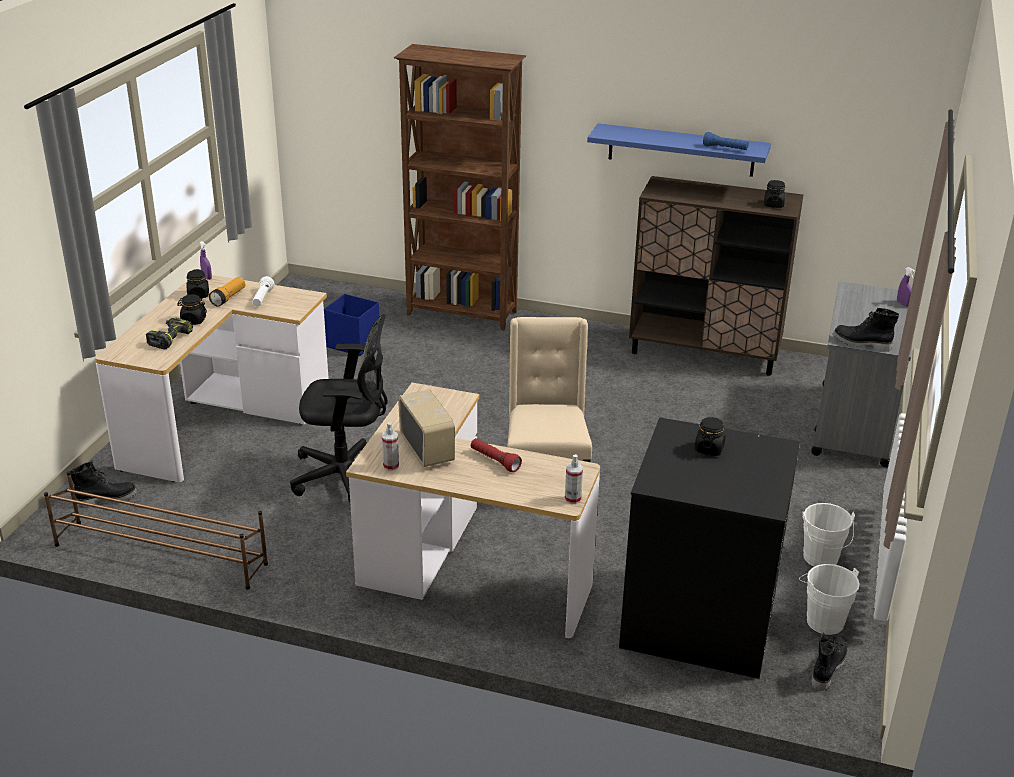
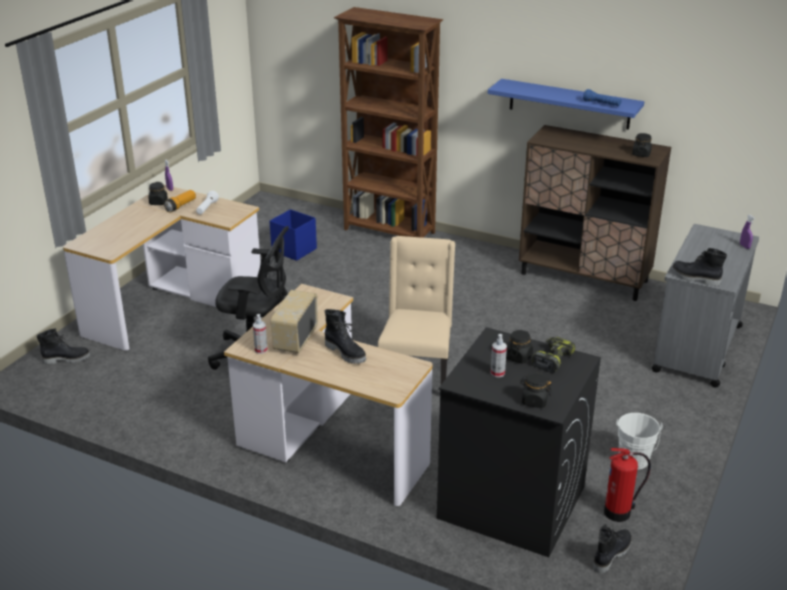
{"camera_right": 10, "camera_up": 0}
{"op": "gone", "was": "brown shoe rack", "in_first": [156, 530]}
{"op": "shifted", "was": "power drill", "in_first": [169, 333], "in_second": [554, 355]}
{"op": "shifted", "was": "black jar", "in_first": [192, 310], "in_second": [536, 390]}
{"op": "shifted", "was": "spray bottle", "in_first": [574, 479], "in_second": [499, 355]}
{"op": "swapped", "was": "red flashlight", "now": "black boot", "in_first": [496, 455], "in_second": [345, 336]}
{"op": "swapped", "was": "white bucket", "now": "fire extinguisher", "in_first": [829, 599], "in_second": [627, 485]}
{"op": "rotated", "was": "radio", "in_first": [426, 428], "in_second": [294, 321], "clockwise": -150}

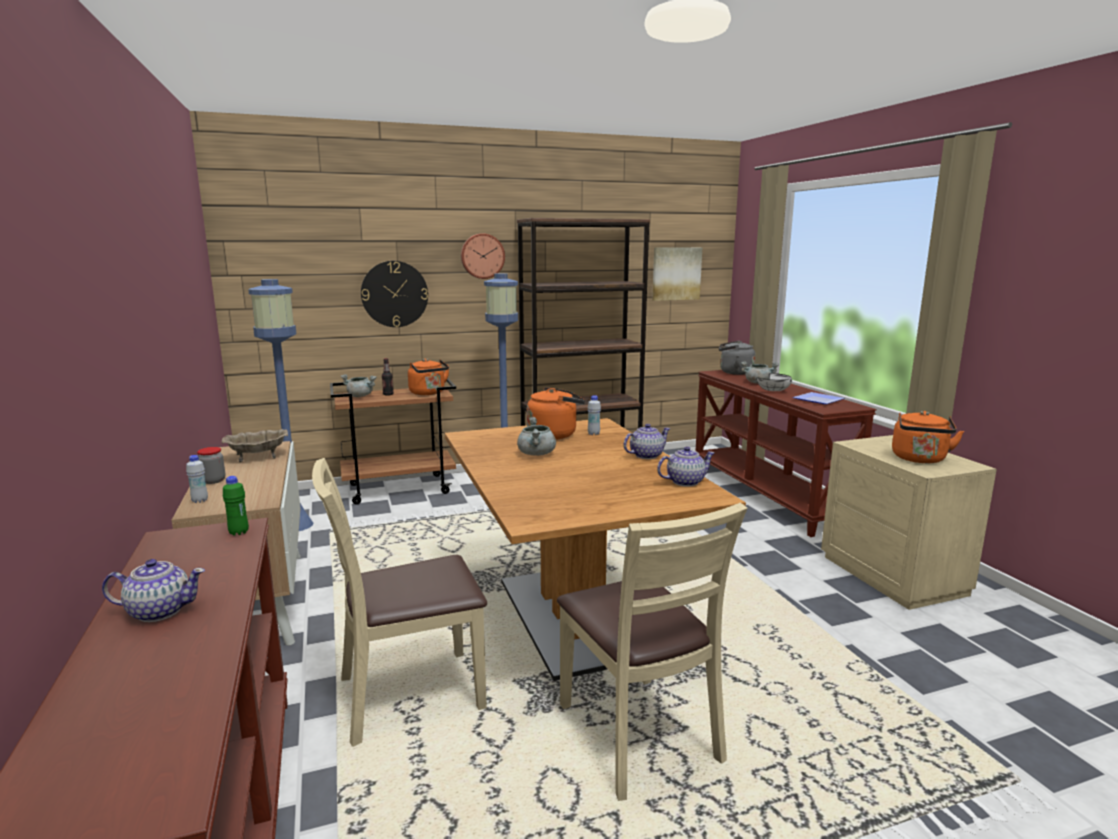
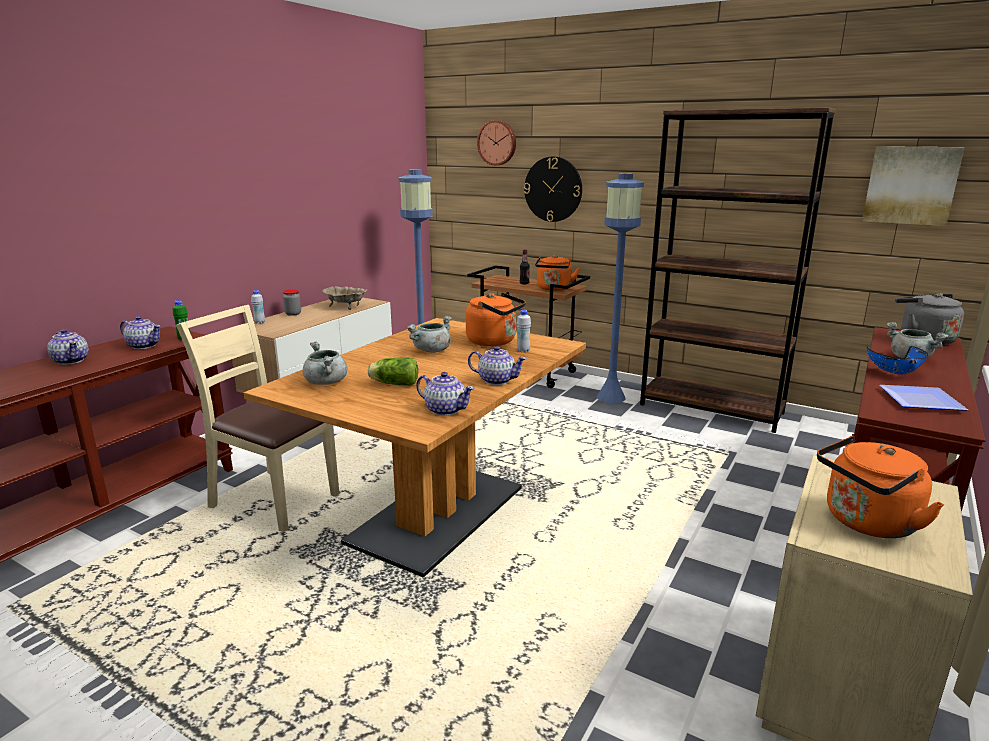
{"camera_right": 50, "camera_up": 5}
{"op": "gone", "was": "beige chair", "in_first": [652, 652]}
{"op": "new", "now": "teapot", "in_second": [140, 332]}
{"op": "new", "now": "lettuce", "in_second": [392, 371]}
{"op": "shifted", "was": "grey cooking pot", "in_first": [358, 385], "in_second": [325, 363]}
{"op": "shifted", "was": "wall clock", "in_first": [483, 256], "in_second": [496, 142]}
{"op": "repainted", "was": "white bowl", "now": "blue bowl", "in_first": [774, 382], "in_second": [897, 360]}

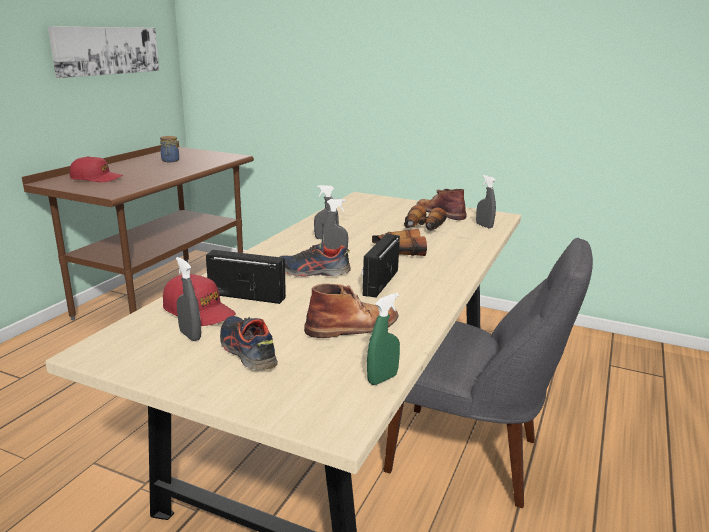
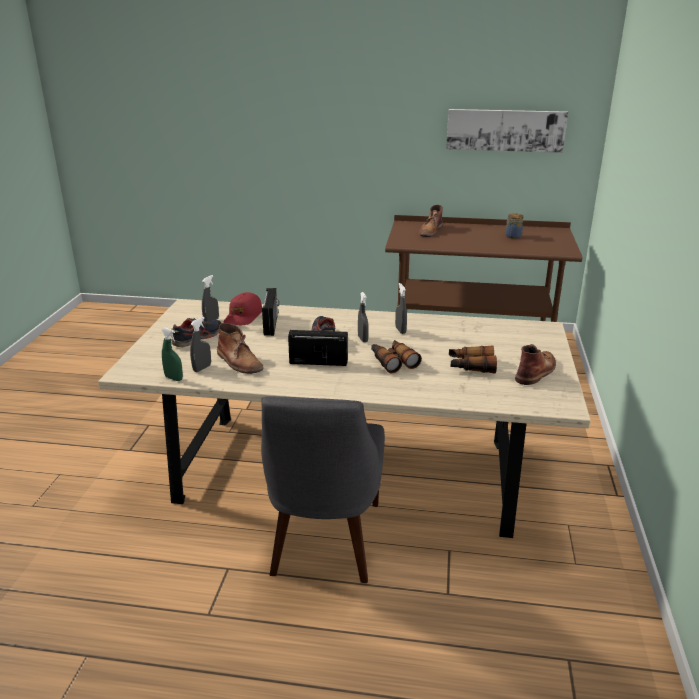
{"camera_right": 75, "camera_up": 5}
{"op": "shifted", "was": "grey spray bottle", "in_first": [486, 202], "in_second": [200, 344]}
{"op": "swapped", "was": "red cap", "now": "brown boot", "in_first": [96, 169], "in_second": [431, 221]}

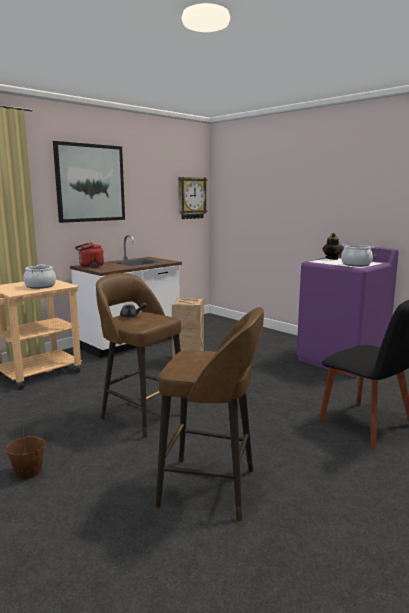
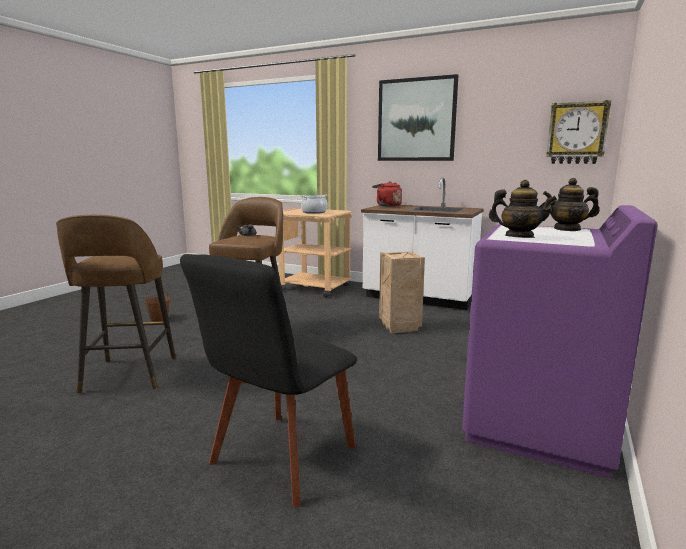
{"camera_right": 70, "camera_up": 0}
{"op": "swapped", "was": "cooking pot", "now": "teapot", "in_first": [357, 255], "in_second": [523, 209]}

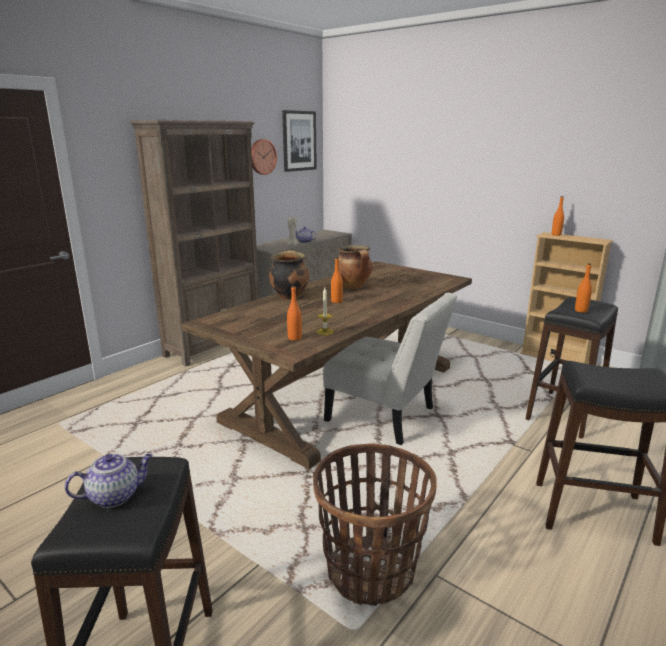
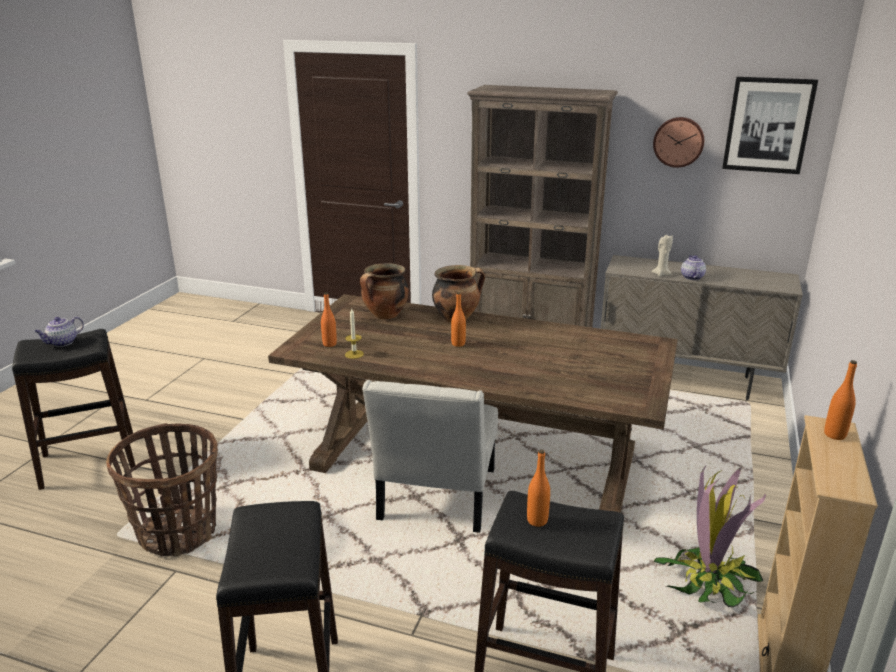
{"camera_right": 70, "camera_up": 5}
{"op": "new", "now": "potted plant", "in_second": [710, 535]}
{"op": "shifted", "was": "cooking pot", "in_first": [355, 267], "in_second": [384, 291]}
{"op": "rotated", "was": "teapot", "in_first": [109, 480], "in_second": [59, 331], "clockwise": 90}

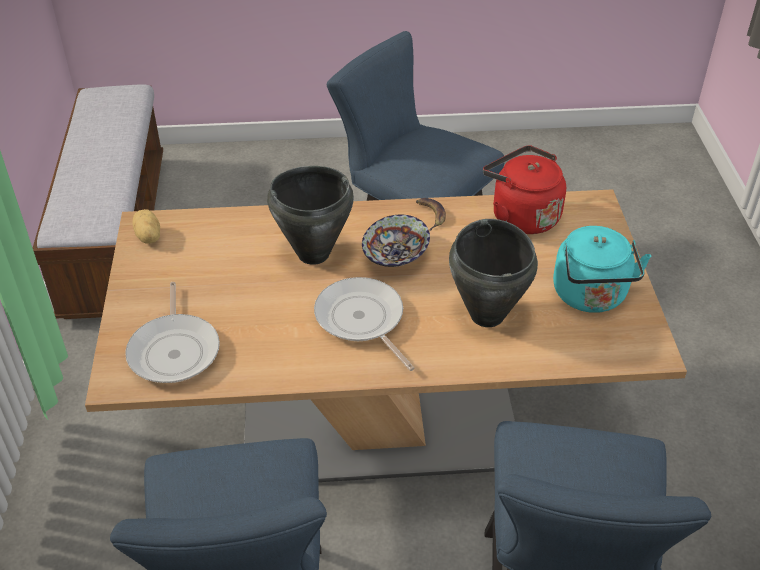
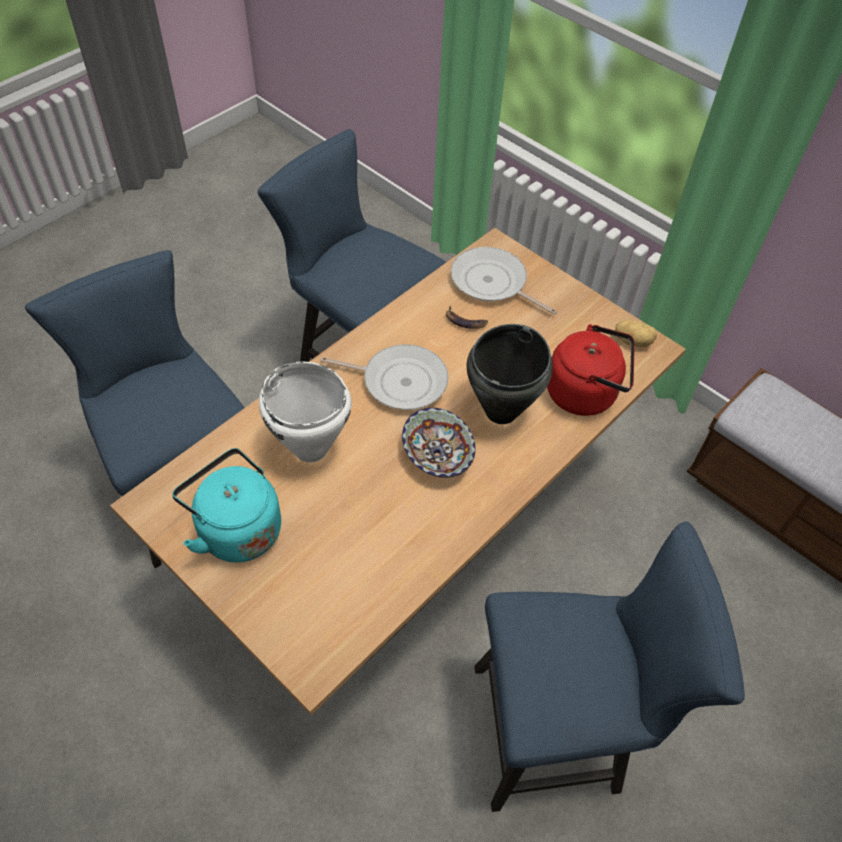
{"camera_right": 135, "camera_up": 10}
{"op": "shifted", "was": "banana", "in_first": [431, 214], "in_second": [467, 317]}
{"op": "shifted", "was": "red kettle", "in_first": [524, 189], "in_second": [591, 370]}
{"op": "repainted", "was": "black cooking pot", "now": "white cooking pot", "in_first": [493, 273], "in_second": [305, 411]}

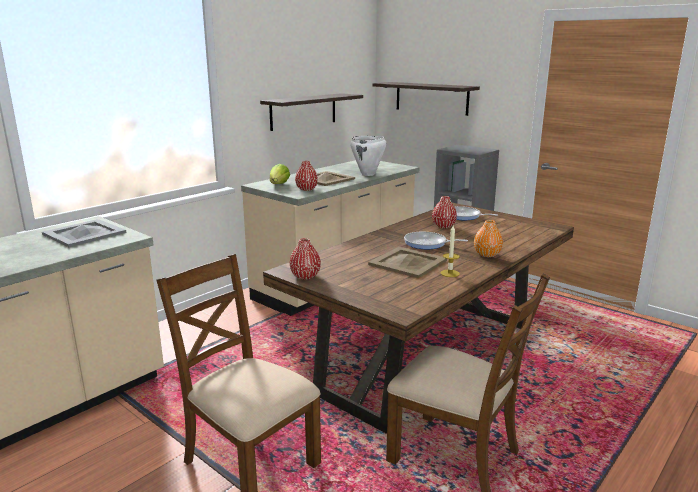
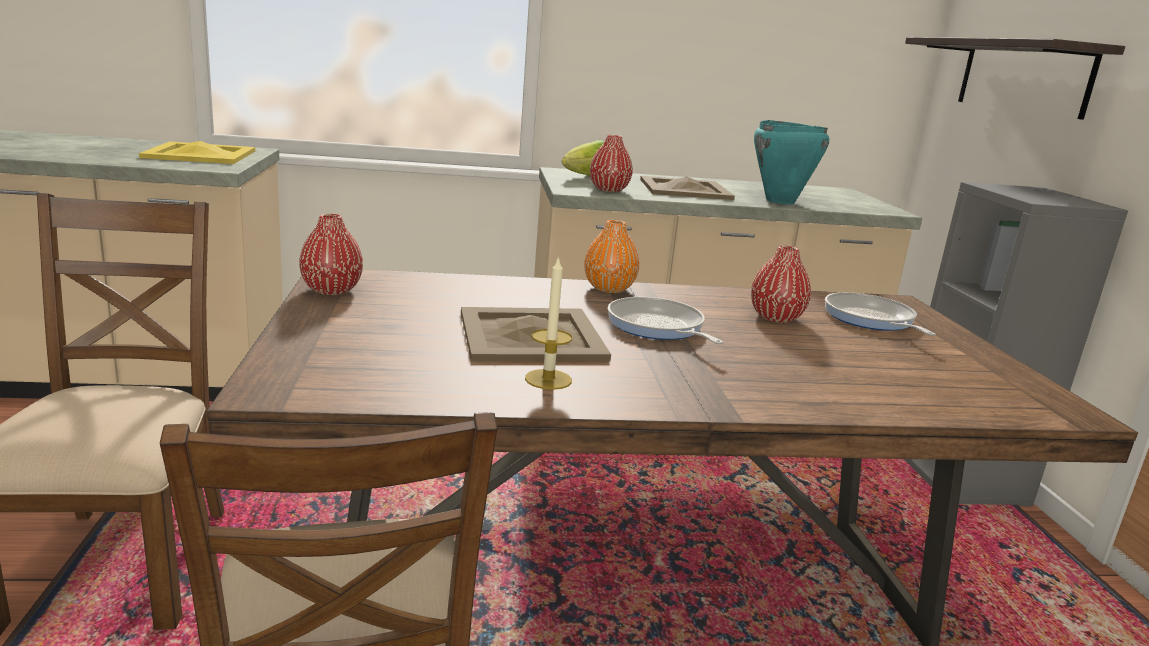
{"camera_right": 40, "camera_up": 0}
{"op": "gone", "was": "shelf", "in_first": [311, 112]}
{"op": "shifted", "was": "orange vase", "in_first": [488, 238], "in_second": [611, 256]}
{"op": "repainted", "was": "grey tray", "now": "yellow tray", "in_first": [84, 233], "in_second": [197, 152]}
{"op": "repainted", "was": "white cooking pot", "now": "turquoise cooking pot", "in_first": [368, 156], "in_second": [791, 162]}

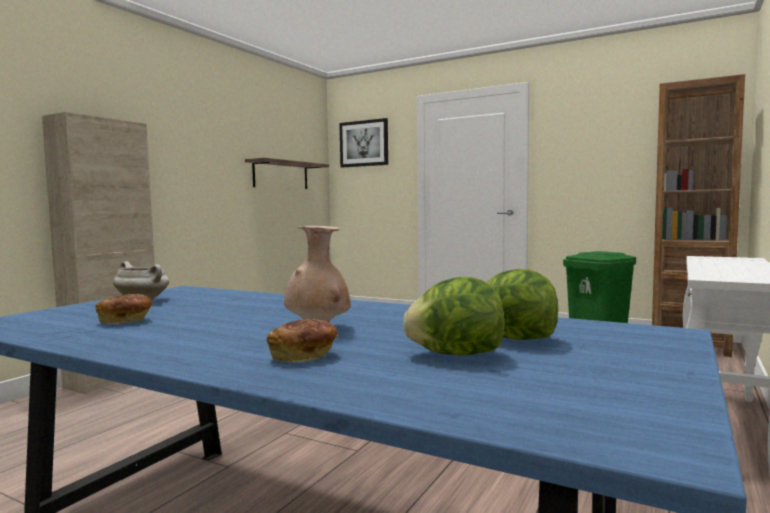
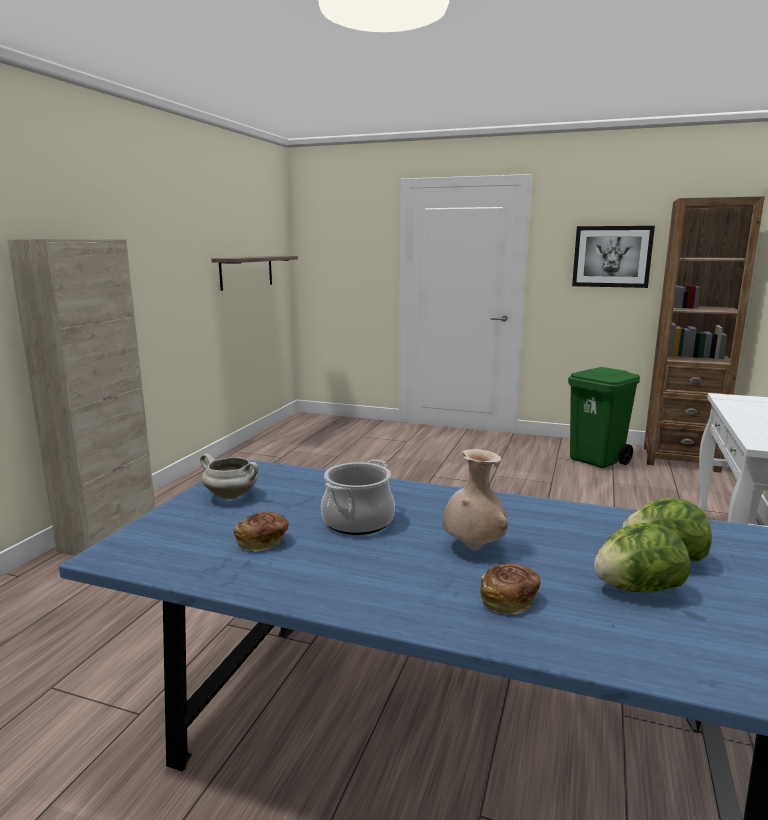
{"camera_right": -10, "camera_up": 10}
{"op": "new", "now": "cooking pot", "in_second": [358, 497]}
{"op": "shifted", "was": "picture", "in_first": [363, 142], "in_second": [613, 257]}

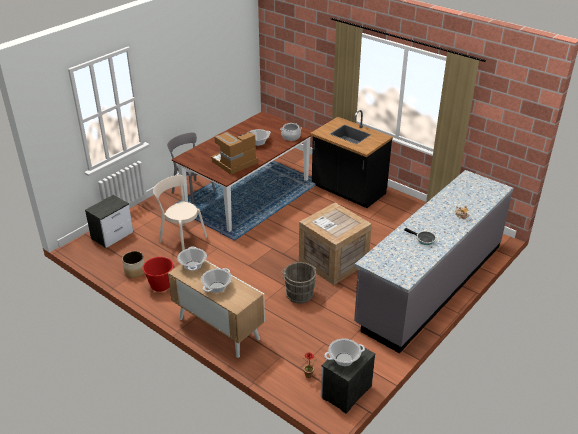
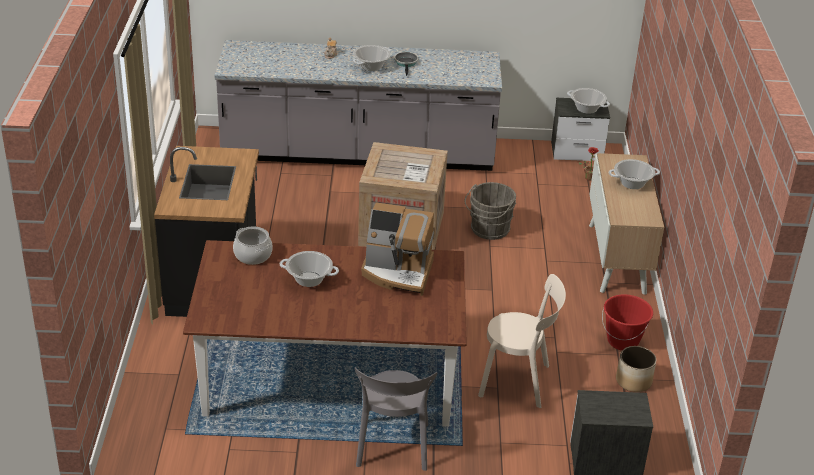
{"camera_right": -130, "camera_up": 0}
{"op": "shifted", "was": "cooking pot", "in_first": [192, 258], "in_second": [372, 58]}
{"op": "rotated", "was": "beige chair", "in_first": [180, 213], "in_second": [522, 341], "clockwise": -75}

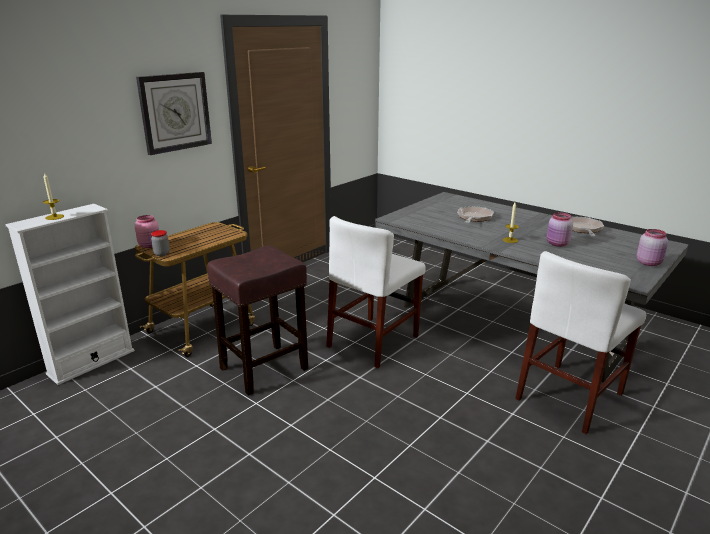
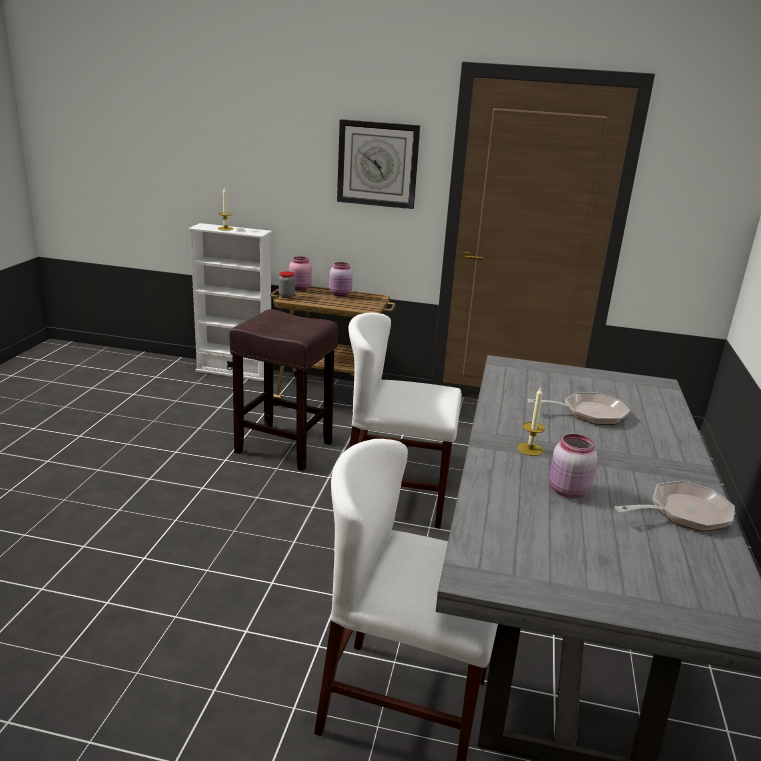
{"camera_right": 60, "camera_up": 0}
{"op": "shifted", "was": "pink jar", "in_first": [652, 247], "in_second": [341, 279]}

